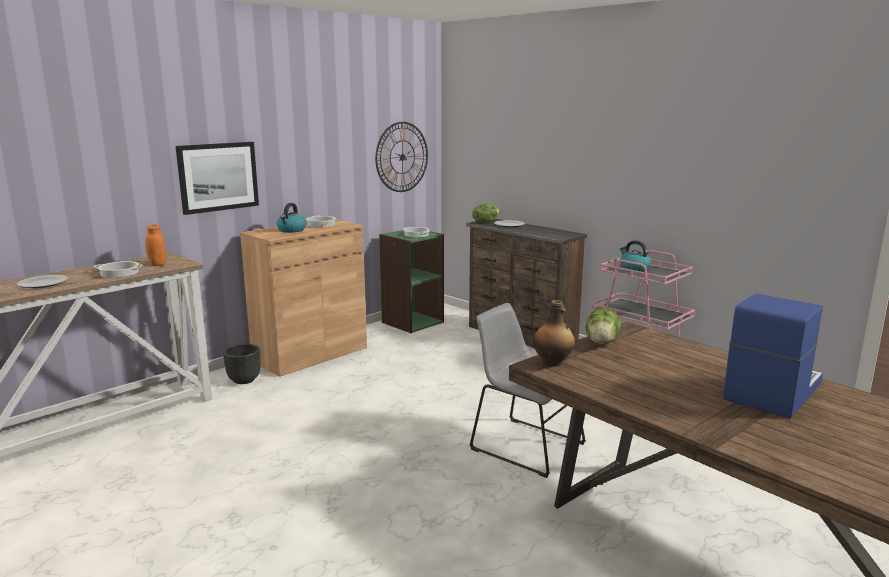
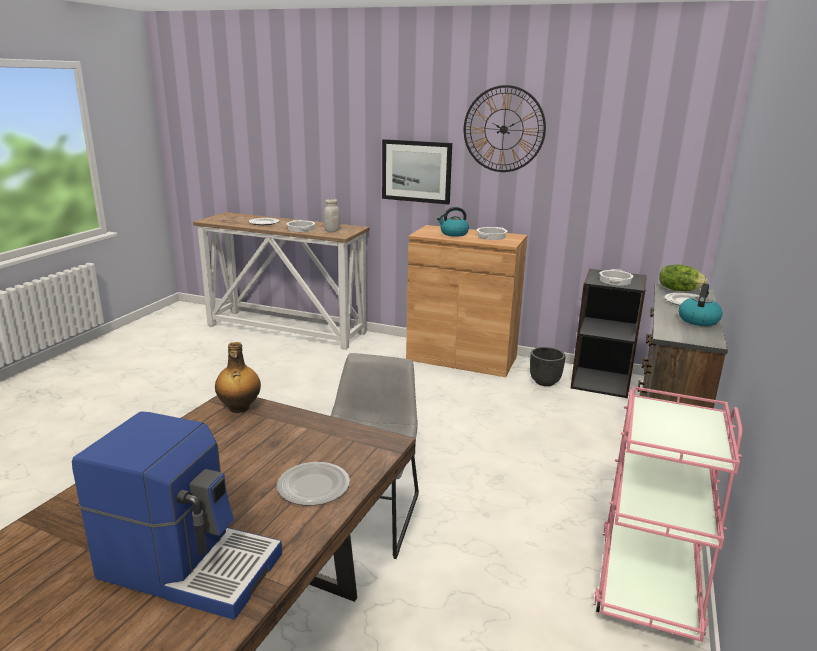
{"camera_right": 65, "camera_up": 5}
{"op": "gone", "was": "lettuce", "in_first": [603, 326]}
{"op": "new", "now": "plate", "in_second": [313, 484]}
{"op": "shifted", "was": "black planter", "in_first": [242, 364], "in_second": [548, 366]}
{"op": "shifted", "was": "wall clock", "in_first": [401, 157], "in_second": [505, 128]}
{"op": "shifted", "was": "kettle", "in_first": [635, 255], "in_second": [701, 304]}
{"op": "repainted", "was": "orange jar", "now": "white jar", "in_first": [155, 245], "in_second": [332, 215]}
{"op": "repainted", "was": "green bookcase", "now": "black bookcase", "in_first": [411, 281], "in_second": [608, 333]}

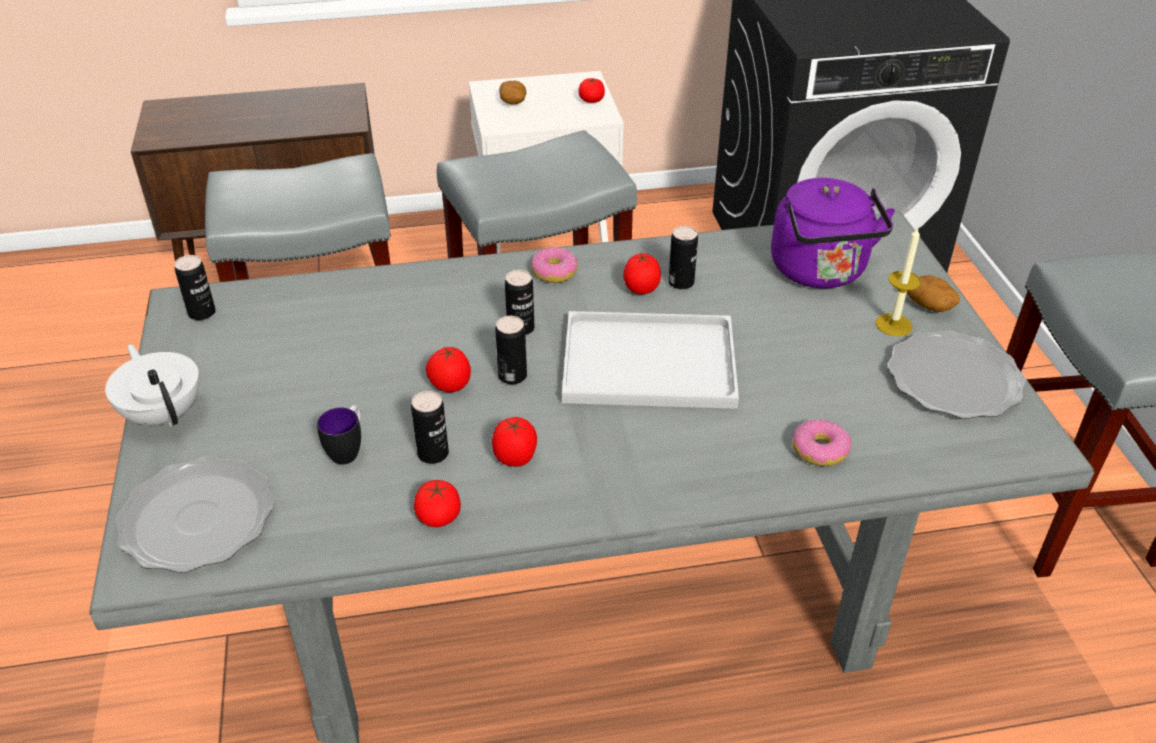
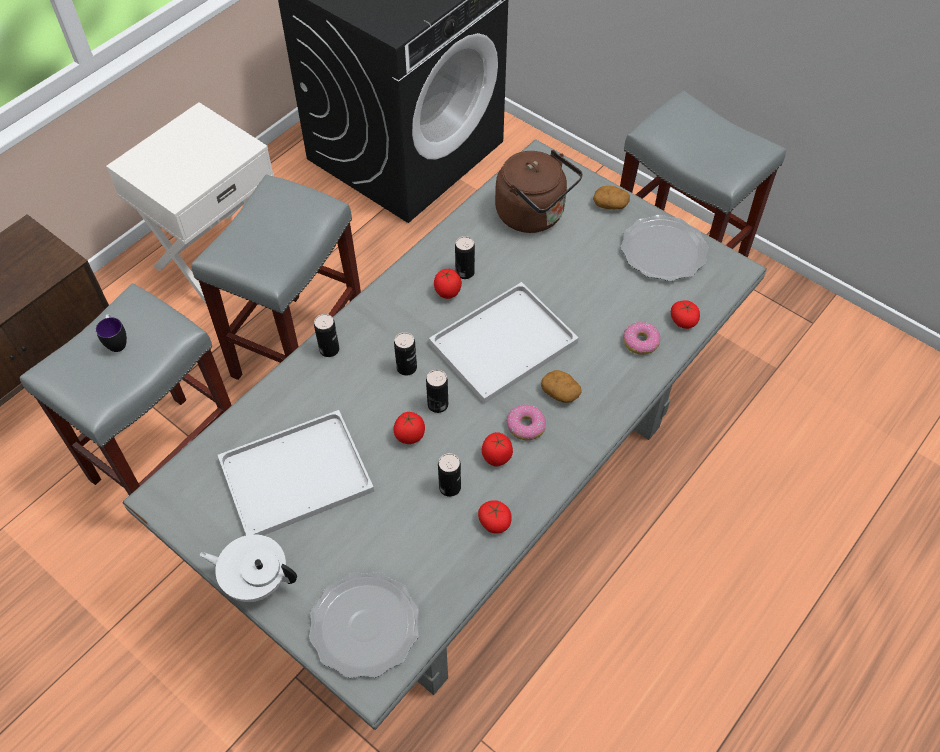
{"camera_right": -40, "camera_up": 15}
{"op": "gone", "was": "candle", "in_first": [898, 281]}
{"op": "new", "now": "white tray", "in_second": [296, 472]}
{"op": "shifted", "was": "can", "in_first": [195, 287], "in_second": [326, 335]}
{"op": "shifted", "was": "mug", "in_first": [339, 435], "in_second": [111, 333]}
{"op": "shifted", "was": "potato", "in_first": [512, 93], "in_second": [561, 386]}
{"op": "shifted", "was": "donut", "in_first": [554, 265], "in_second": [526, 422]}
{"op": "shifted", "was": "tomato", "in_first": [591, 90], "in_second": [685, 315]}
{"op": "repainted", "was": "purple kettle", "now": "brown kettle", "in_first": [833, 233], "in_second": [539, 191]}

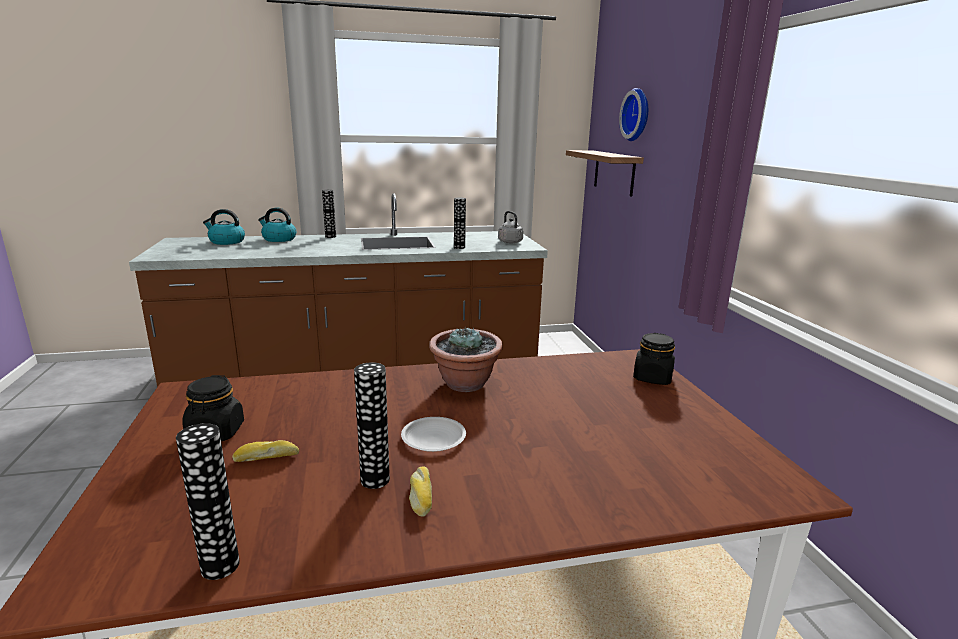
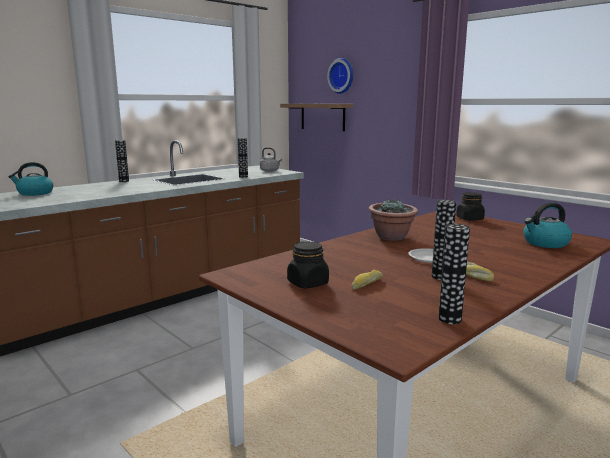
{"camera_right": -30, "camera_up": -5}
{"op": "shifted", "was": "kettle", "in_first": [277, 225], "in_second": [547, 225]}

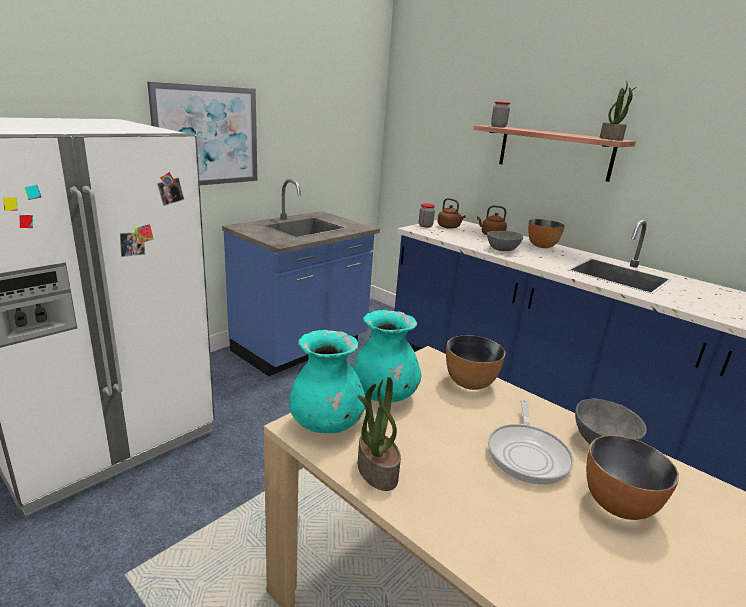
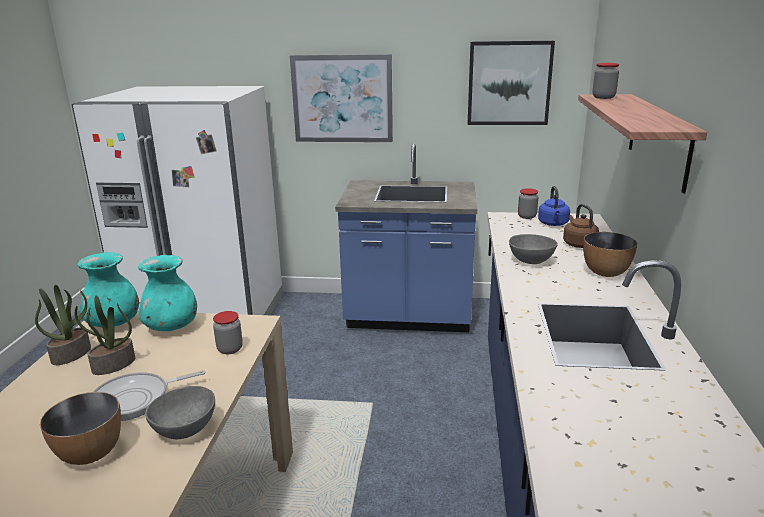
{"camera_right": 55, "camera_up": 0}
{"op": "new", "now": "picture", "in_second": [511, 83]}
{"op": "shifted", "was": "potted plant", "in_first": [618, 111], "in_second": [105, 335]}
{"op": "swapped", "was": "bowl", "now": "jar", "in_first": [476, 362], "in_second": [228, 332]}
{"op": "repainted", "was": "brown kettle", "now": "blue kettle", "in_first": [452, 213], "in_second": [554, 206]}

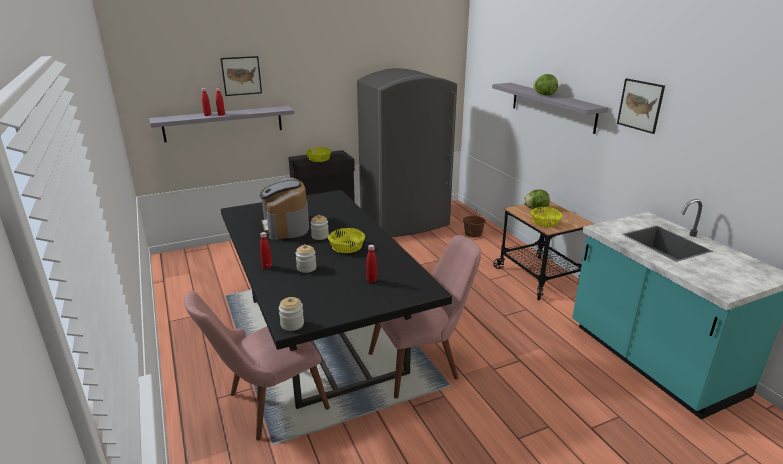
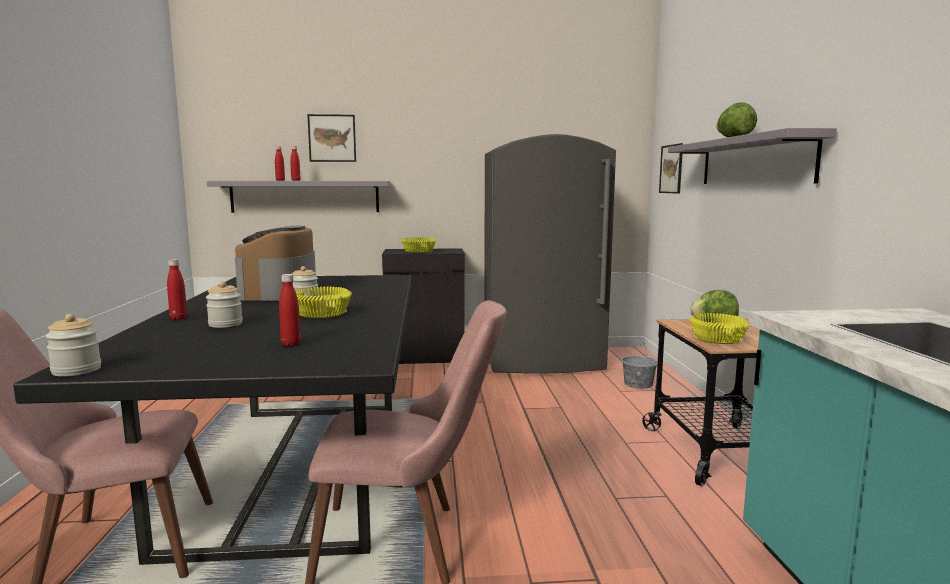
{"camera_right": 20, "camera_up": -15}
{"op": "shifted", "was": "picture", "in_first": [641, 106], "in_second": [671, 168]}
{"op": "repainted", "was": "brown bucket", "now": "grey bucket", "in_first": [474, 224], "in_second": [639, 366]}

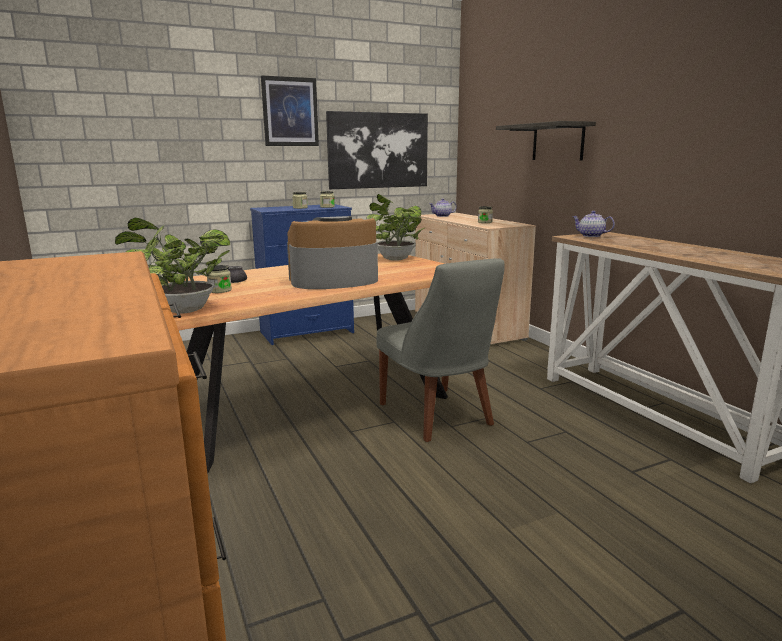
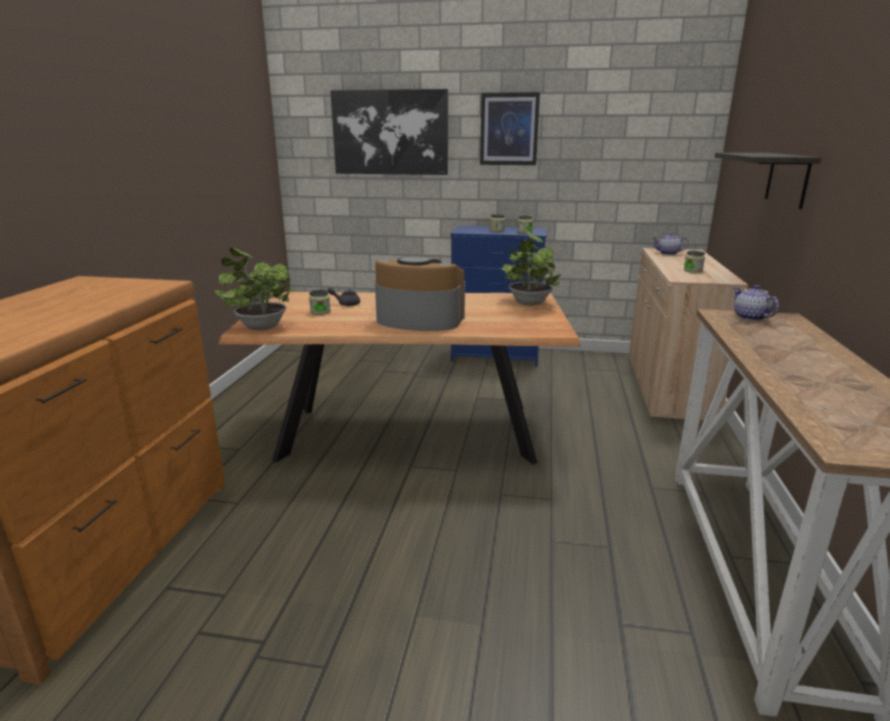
{"camera_right": 35, "camera_up": 5}
{"op": "gone", "was": "grey chair", "in_first": [440, 350]}
{"op": "shifted", "was": "picture", "in_first": [377, 150], "in_second": [389, 132]}

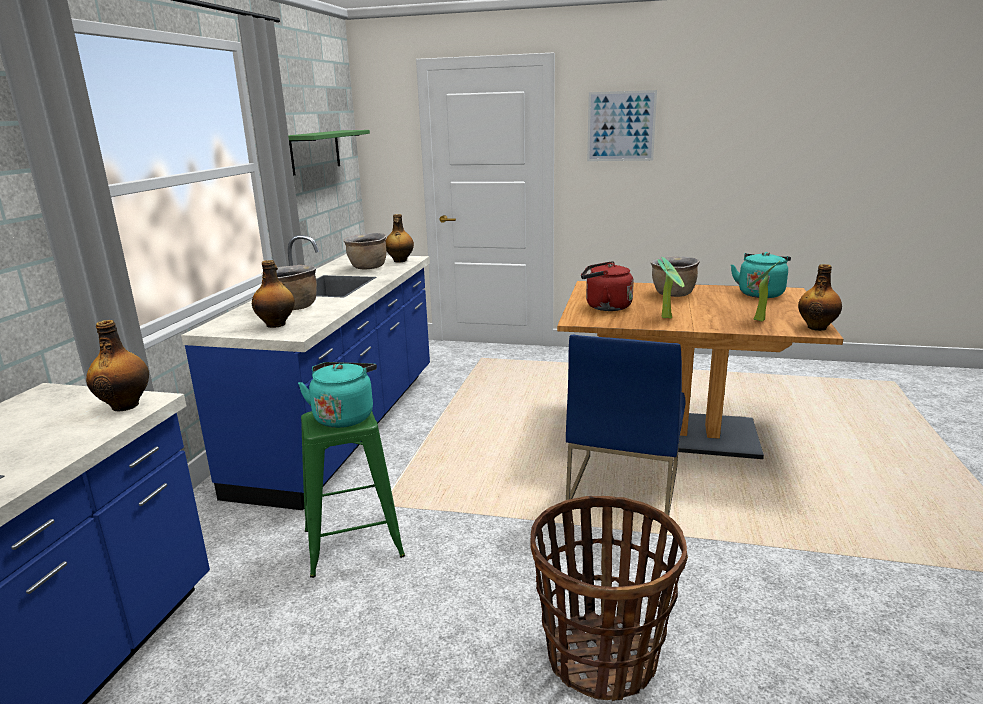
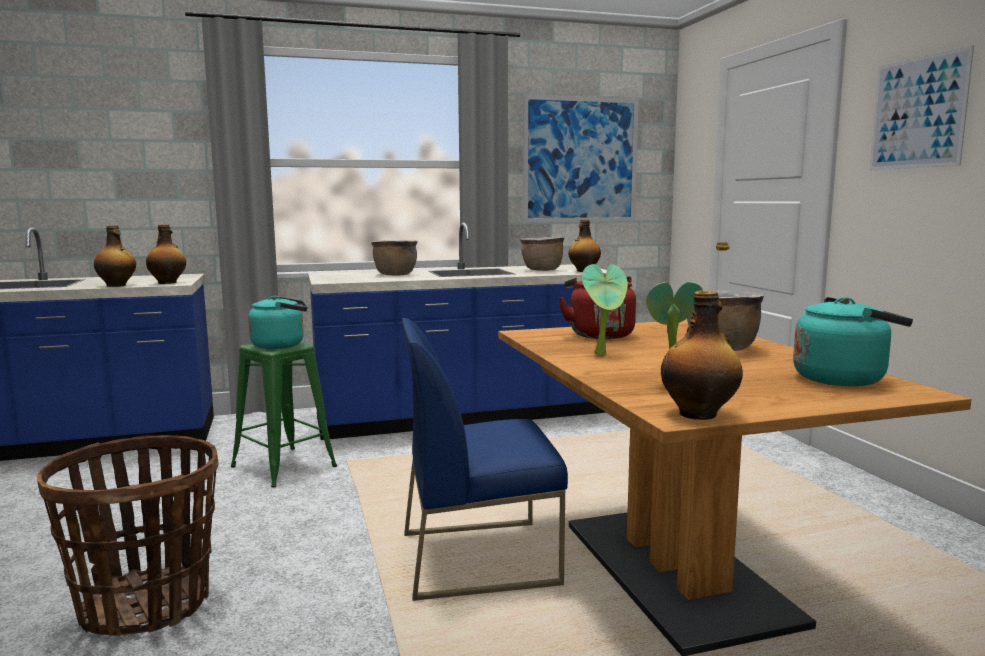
{"camera_right": 60, "camera_up": -10}
{"op": "shifted", "was": "bottle", "in_first": [273, 294], "in_second": [115, 256]}
{"op": "swapped", "was": "green shelf", "now": "picture", "in_first": [329, 152], "in_second": [581, 158]}

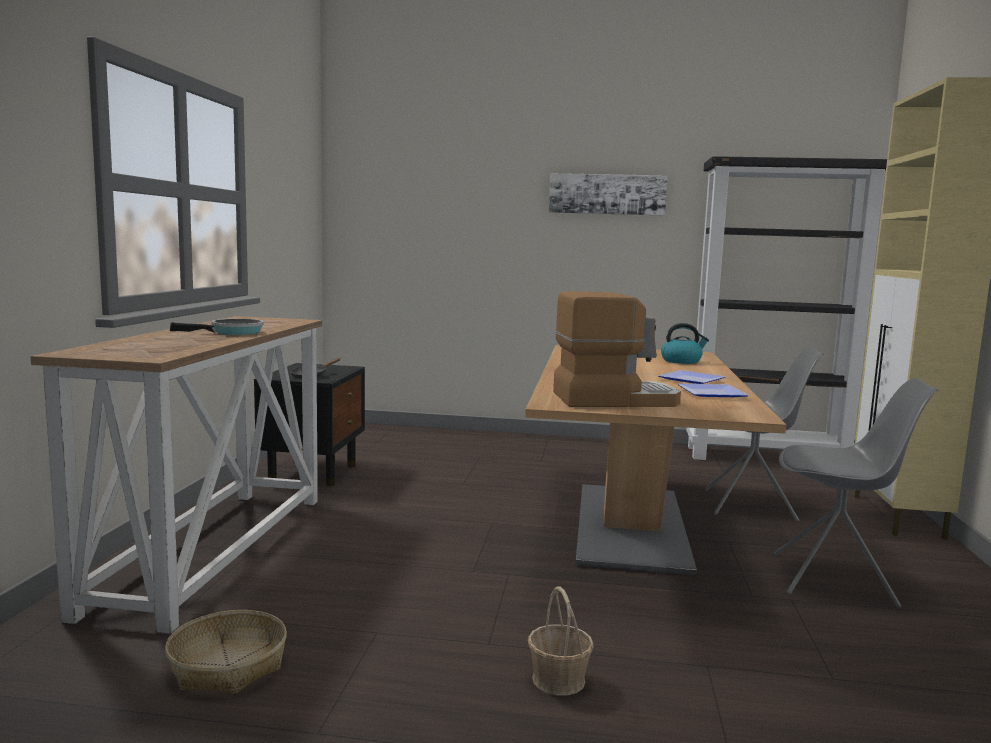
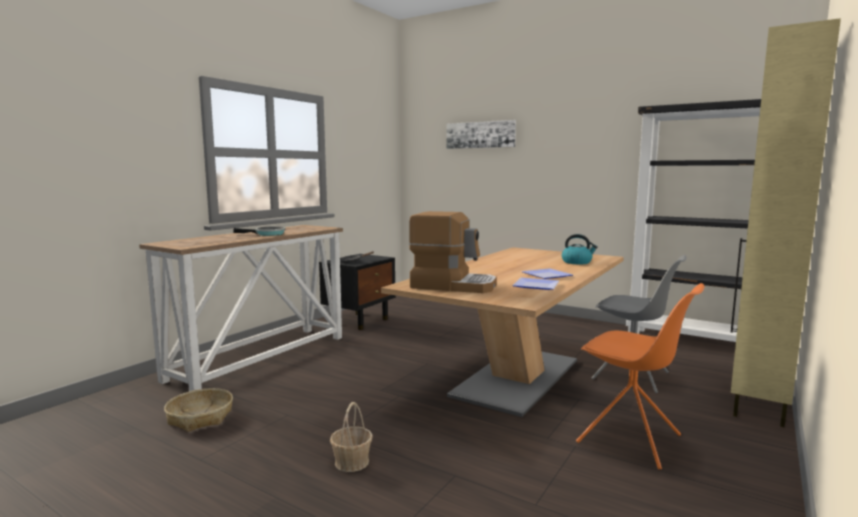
{"camera_right": 25, "camera_up": 0}
{"op": "shifted", "was": "picture", "in_first": [608, 194], "in_second": [481, 134]}
{"op": "repainted", "was": "grey chair", "now": "orange chair", "in_first": [856, 493], "in_second": [640, 376]}

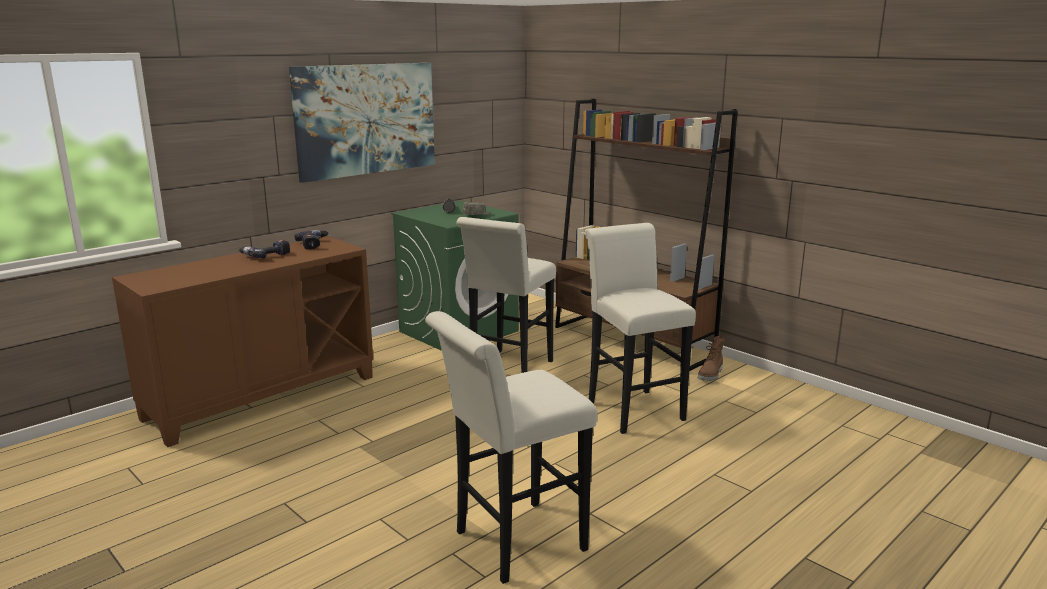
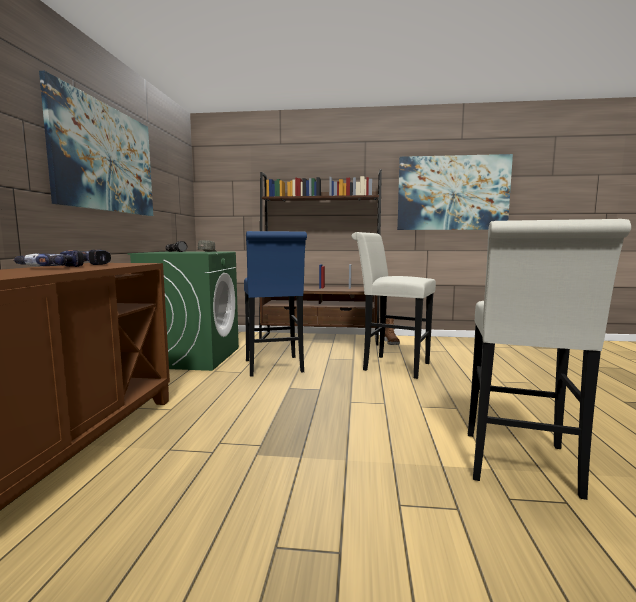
{"camera_right": -40, "camera_up": -10}
{"op": "new", "now": "picture", "in_second": [455, 192]}
{"op": "repainted", "was": "white stool", "now": "blue stool", "in_first": [506, 295], "in_second": [275, 304]}

